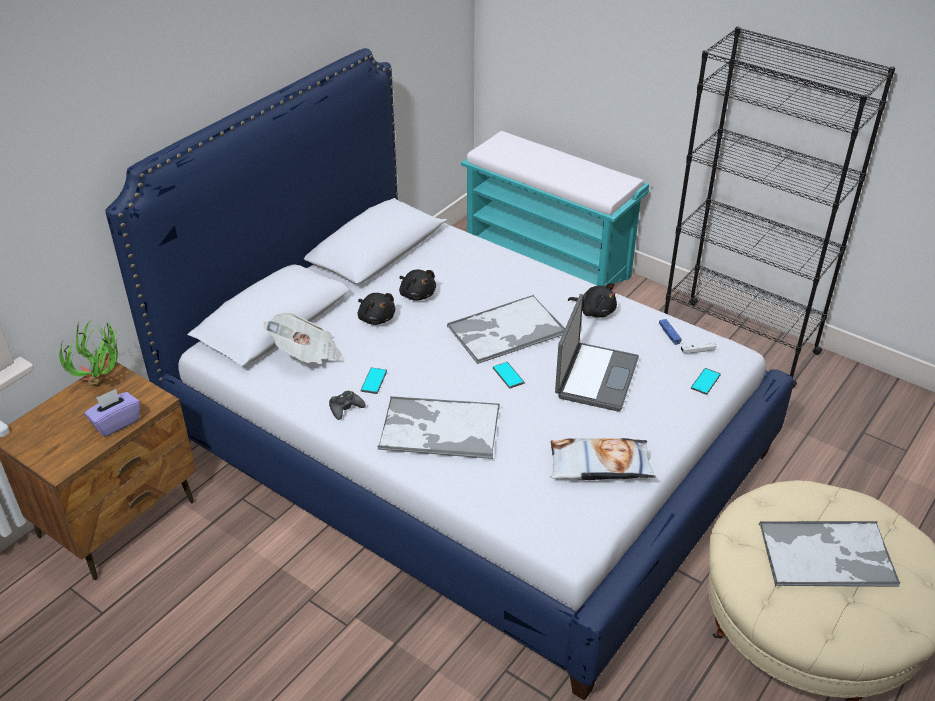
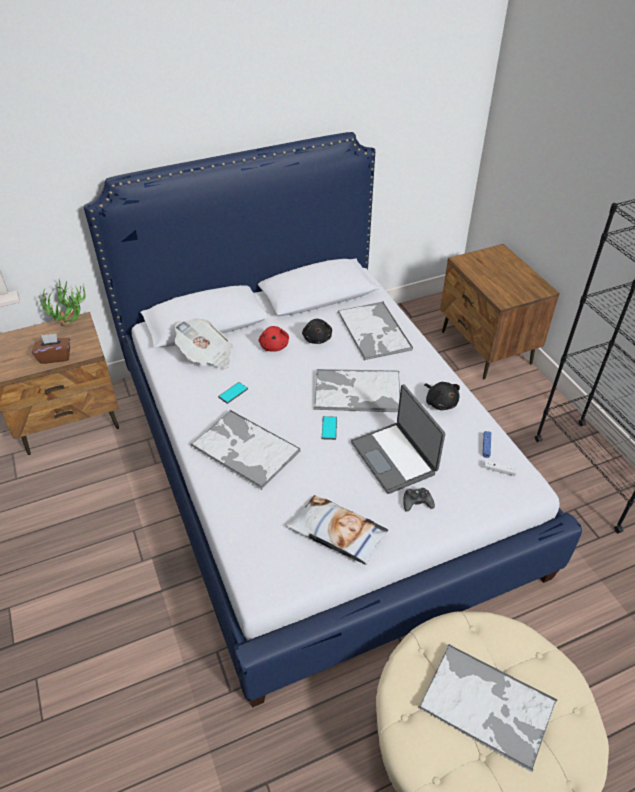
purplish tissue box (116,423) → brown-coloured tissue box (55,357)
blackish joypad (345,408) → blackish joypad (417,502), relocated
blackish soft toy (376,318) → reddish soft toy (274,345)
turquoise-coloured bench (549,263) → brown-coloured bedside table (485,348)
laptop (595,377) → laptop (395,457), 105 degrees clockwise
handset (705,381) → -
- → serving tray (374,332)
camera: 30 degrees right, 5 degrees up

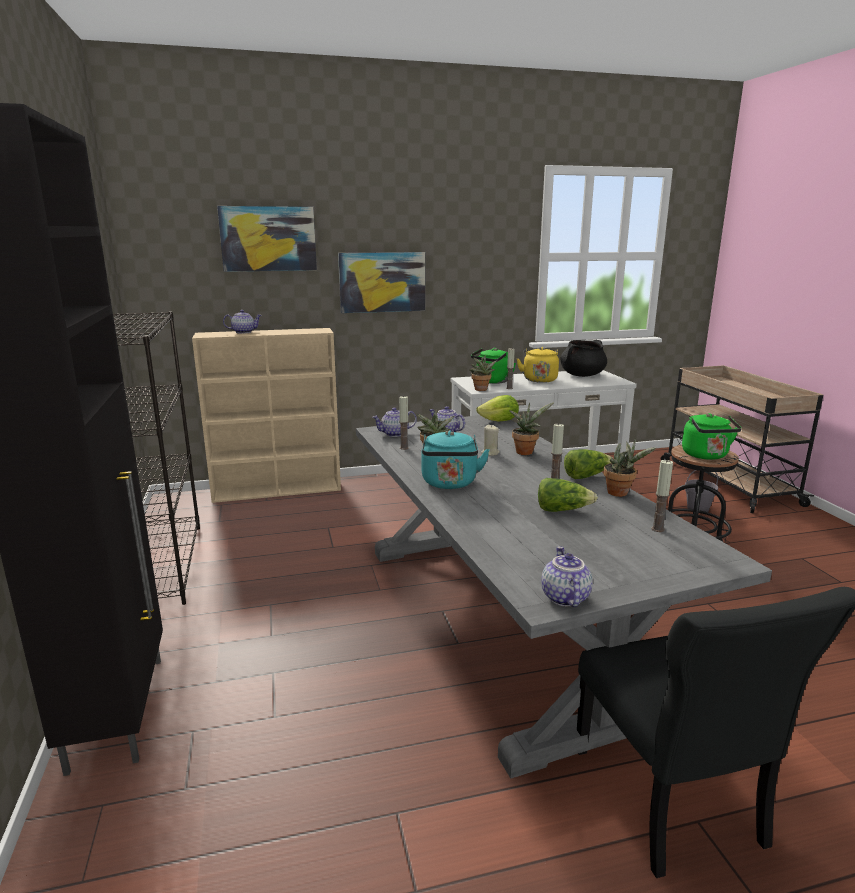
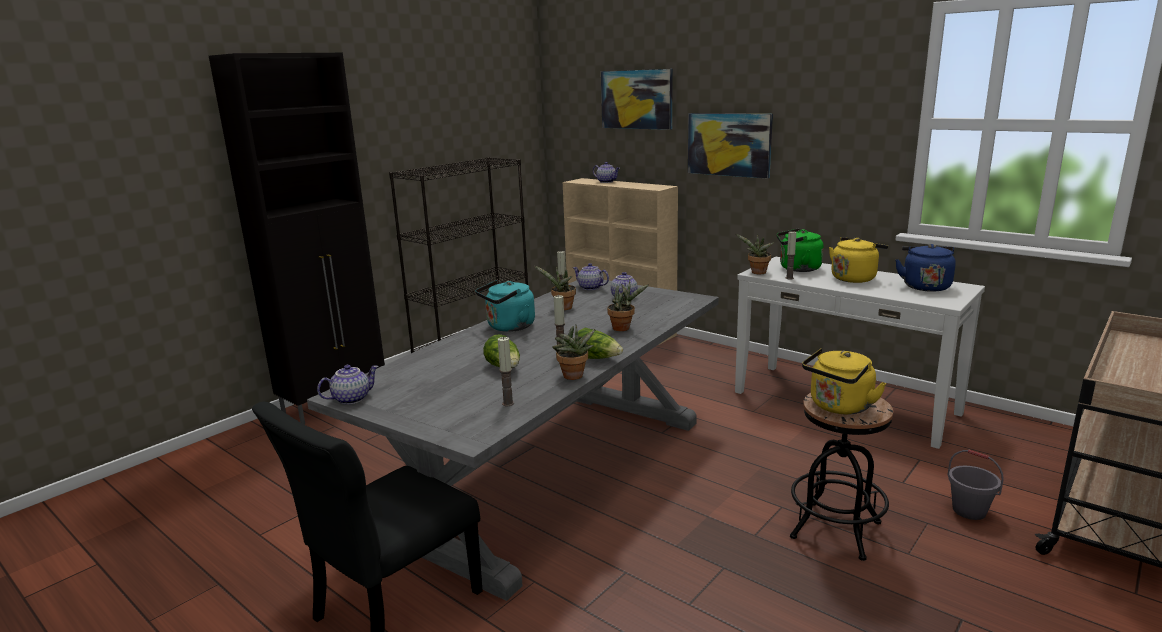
lettuce (499,421) → -
beige-coloured wax candle (490,453) → -
blackish stockpot (582,375) → blue tea kettle (924,286)
green-coloured tea kettle (706,456) → yellowish tea kettle (839,407)
camera: 55 degrees right, 0 degrees up

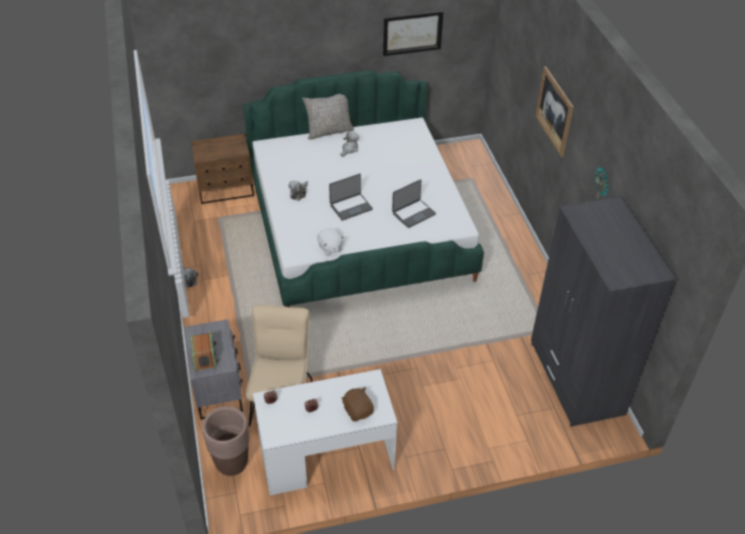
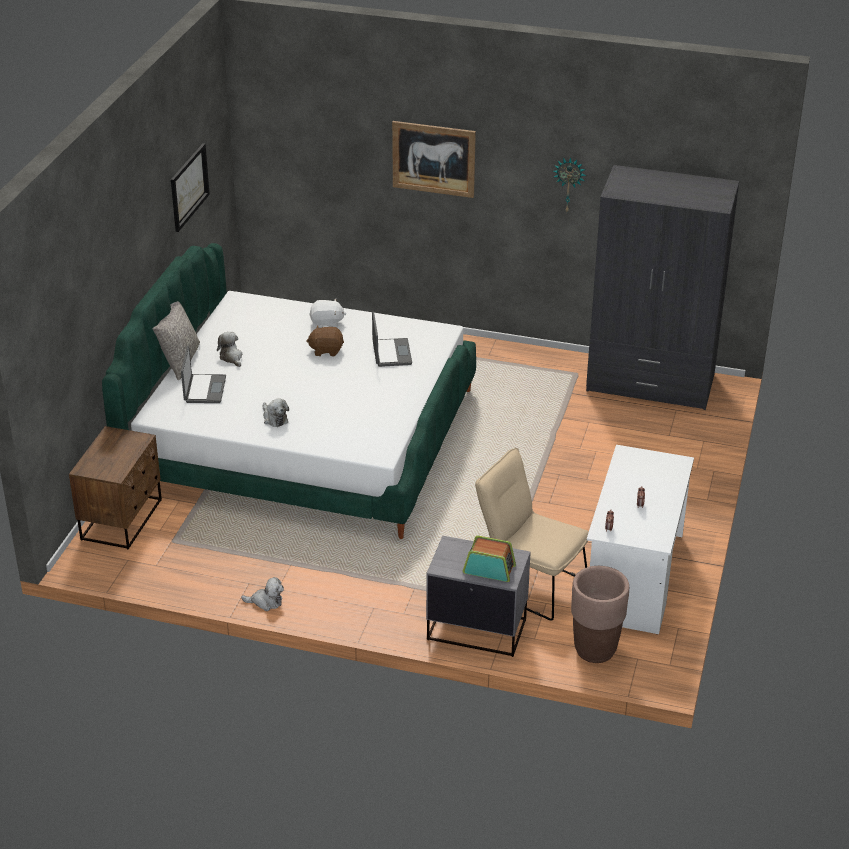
white-coloured soft toy (330,248) → white-coloured soft toy (327,323), relocated
laptop (350,207) → laptop (204,389), relocated
brown-coloured soft toy (358,411) → brown-coloured soft toy (326,350), relocated
camera: 60 degrees left, 10 degrees down

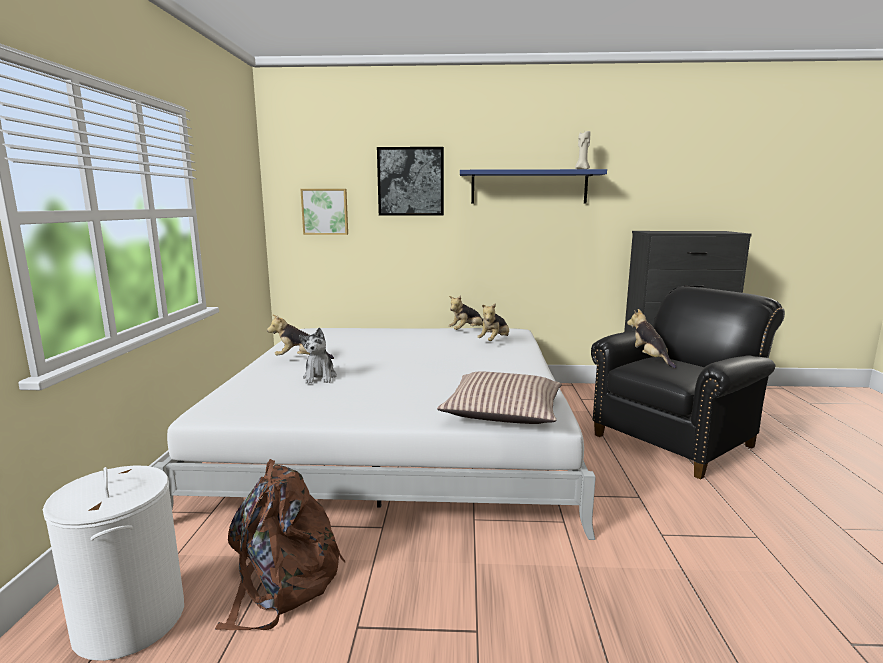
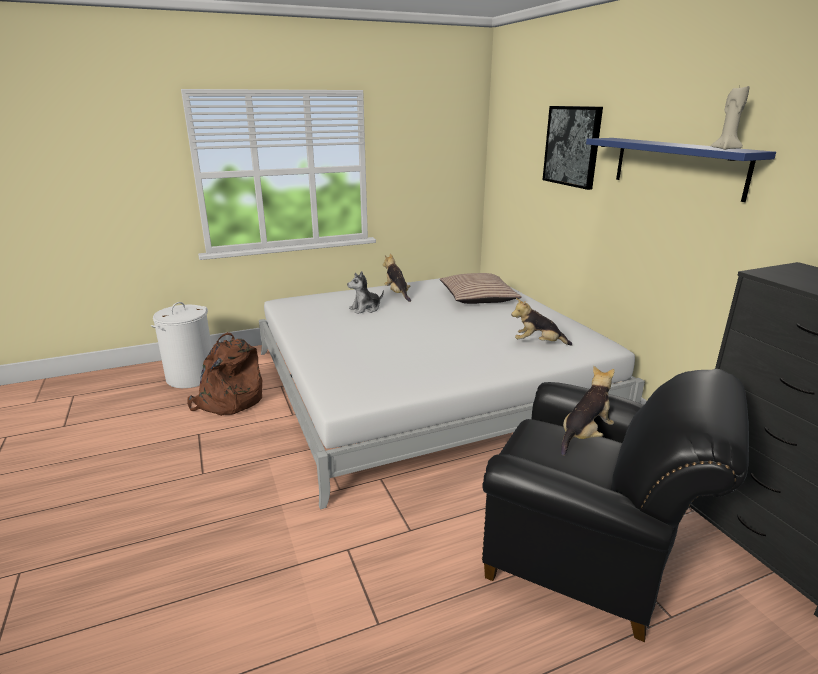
wall picture (325,211) → -
throw pillow (503,411) → throw pillow (478,297), relocated
soft toy (467,331) → -
camera: 65 degrees right, 10 degrees up

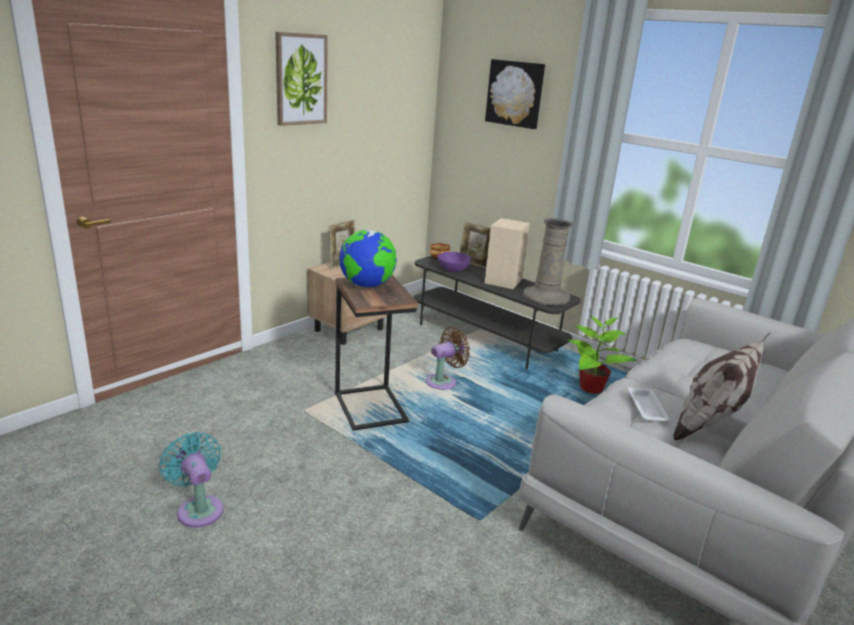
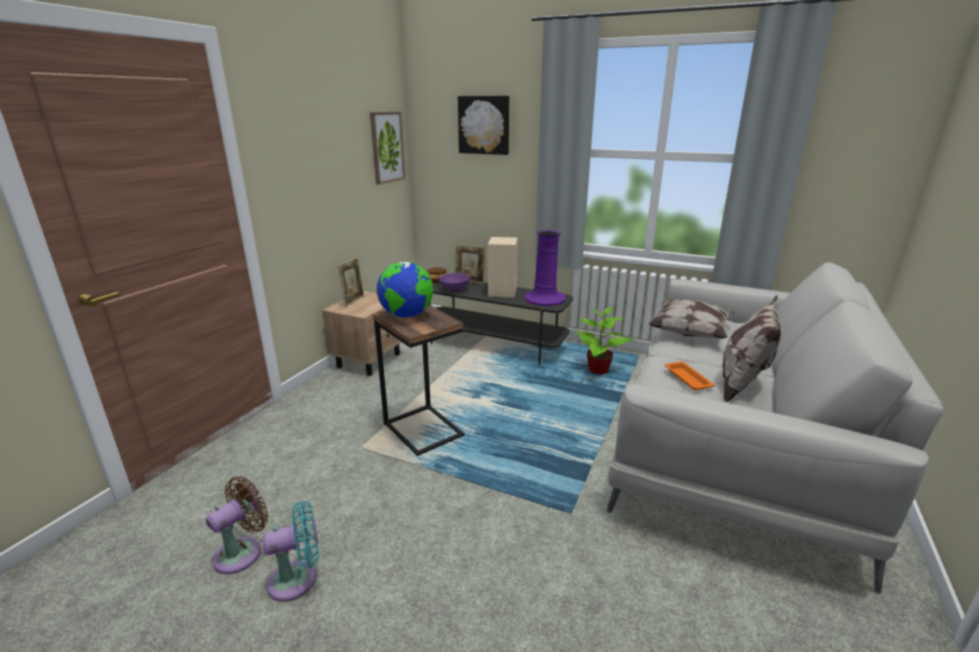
turquoise-coloured electric fan (199,508) → turquoise-coloured electric fan (298,579), 120 degrees clockwise
wall picture (301,79) → wall picture (386,147), relocated
brown-coloured electric fan (443,382) → brown-coloured electric fan (242,552), relocated
beige-coloured decorative vase (545,296) → purplish decorative vase (544,299)
white-coloured serving tray (646,407) → orange serving tray (687,378)
- → throw pillow (690,333)
camera: 15 degrees left, 0 degrees up

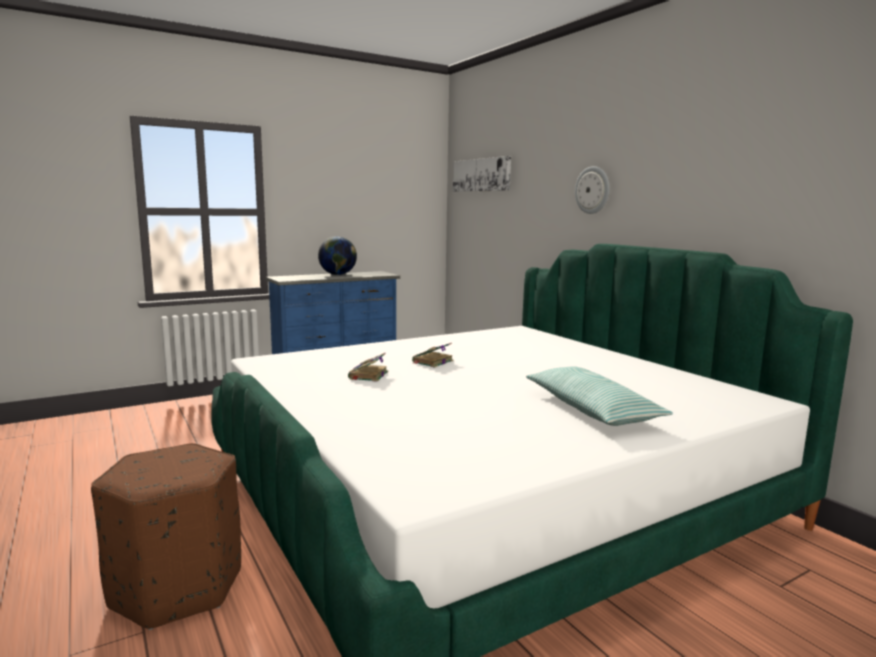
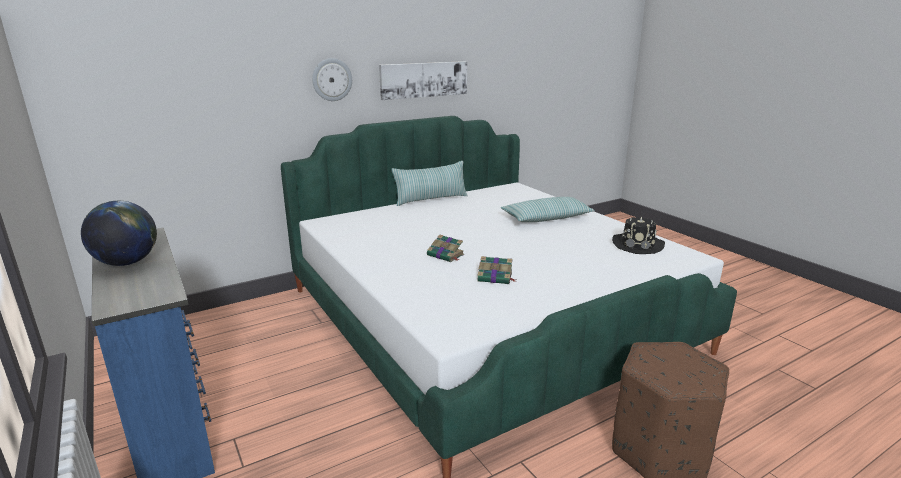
wall picture (481,175) → wall picture (424,79), relocated
- → throw pillow (431,199)
- → blackish hat (637,245)
camera: 90 degrees left, 10 degrees up

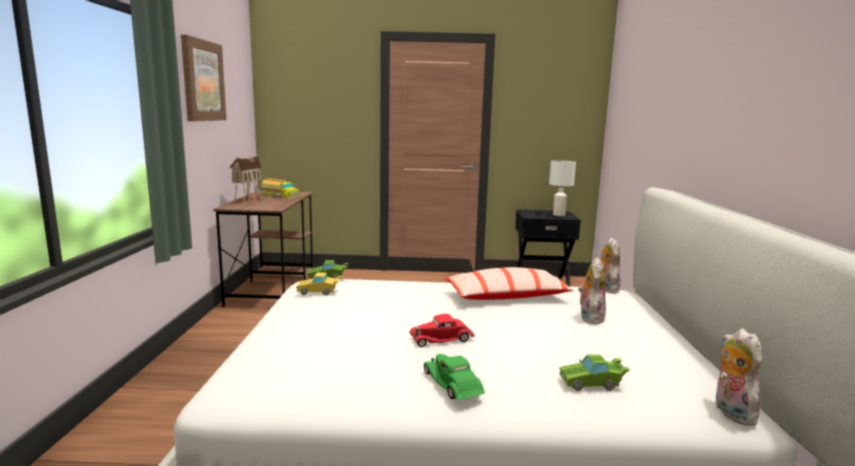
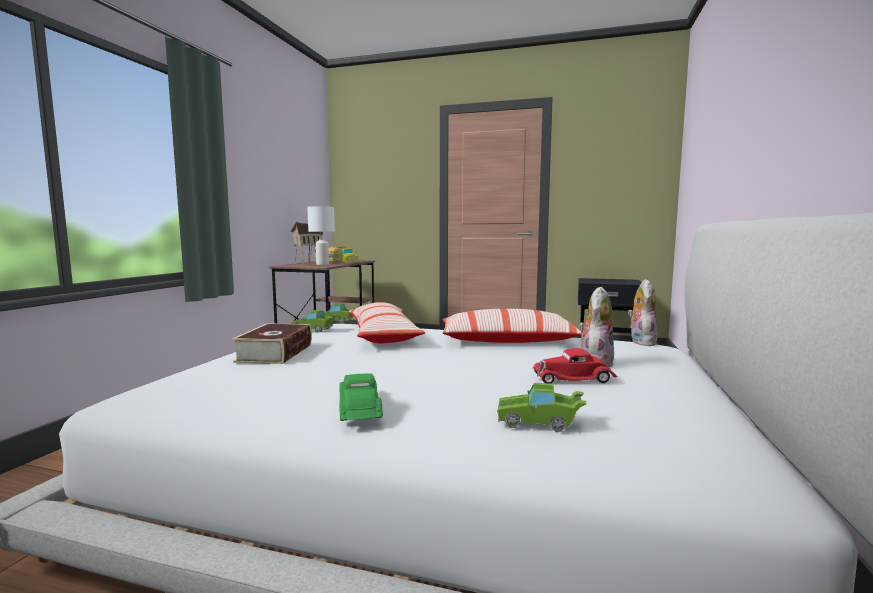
wall picture (202,81) → -
yellowish model car (319,292) → green-coloured model car (315,330)
reddish model car (442,339) → reddish model car (574,378), relocated
white-coloured tabletop lamp (558,215) → white-coloured tabletop lamp (322,264), relocated
soft toy (730,412) → -
- → book (275,353)
- → throw pillow (383,335)
camera: 15 degrees right, 5 degrees down

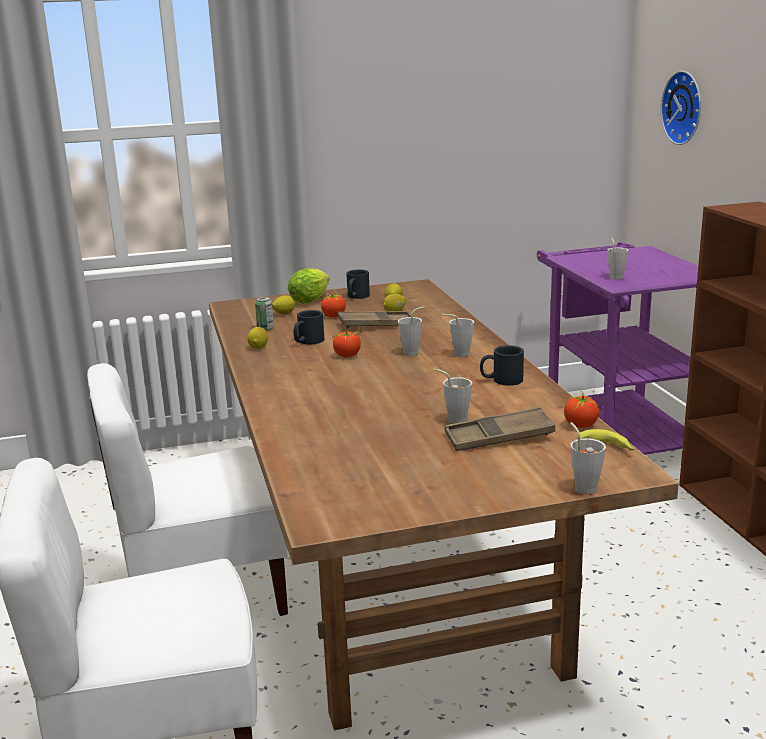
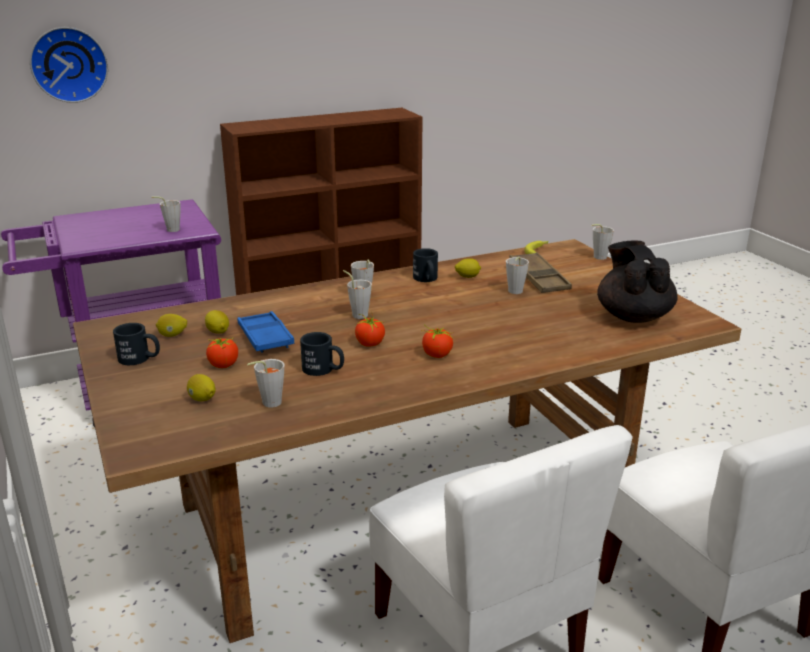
citrus fruit (258,347) → citrus fruit (467,277), relocated
can (265,328) → greyish cup (267,404)
lettuce (312,300) → -
brown-coloured serving tray (377,325) → blue serving tray (265,337)
whole tomato (580,425) → whole tomato (436,355), relocated
- → blackish teapot (633,316)
camera: 100 degrees left, 5 degrees up

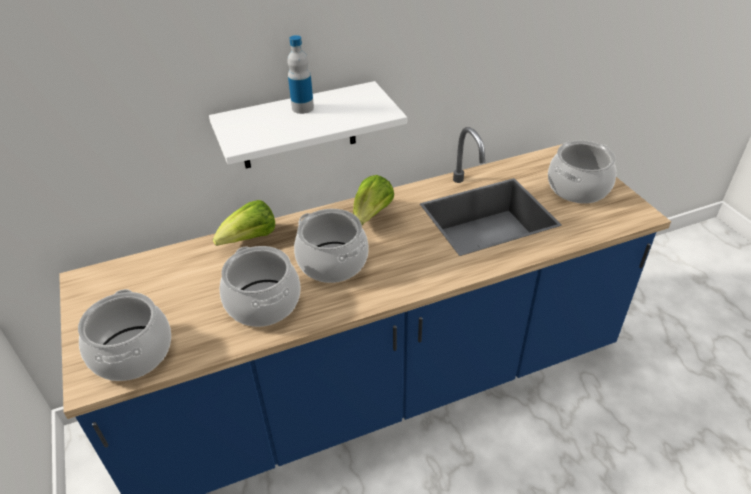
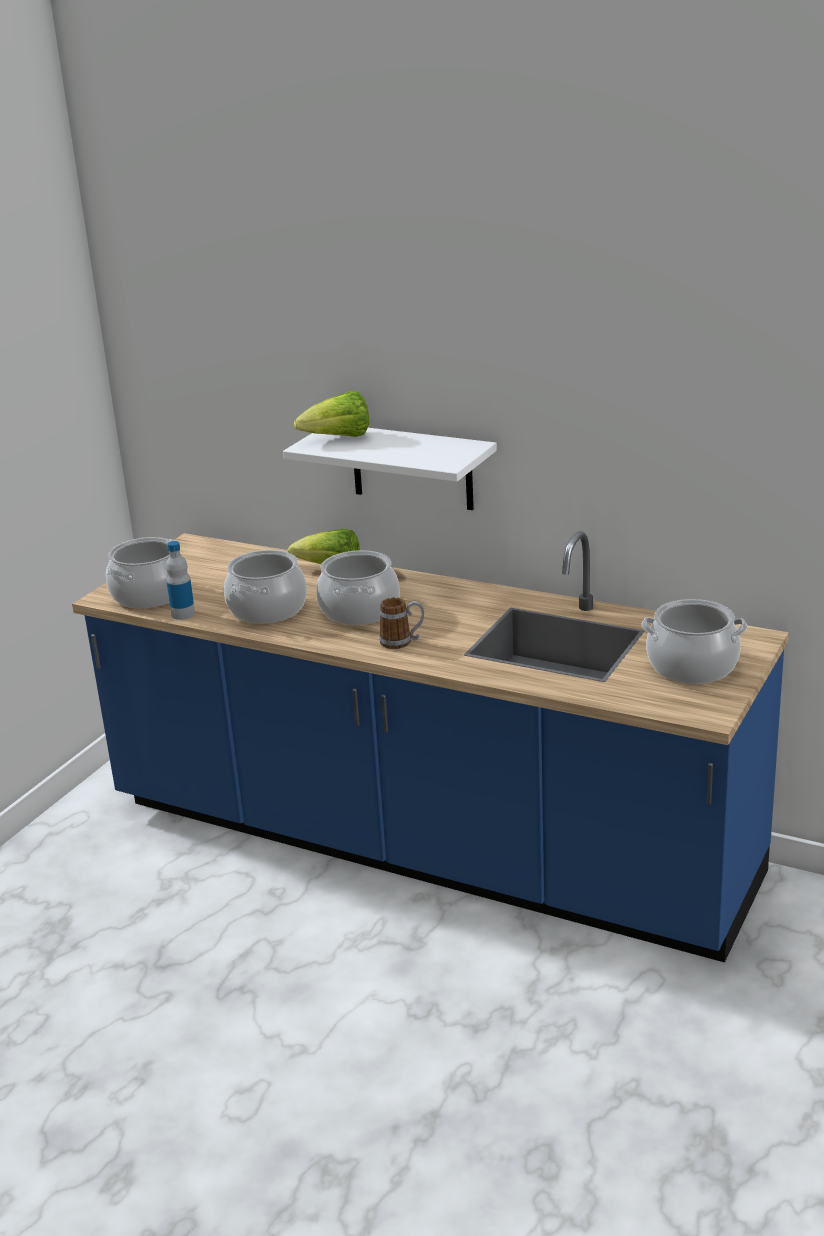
drink bottle (302,108) → drink bottle (183,614), relocated
lettuce (371,215) → lettuce (338,438), relocated
- → coffee mug (402,642)
camera: 50 degrees right, 15 degrees down

